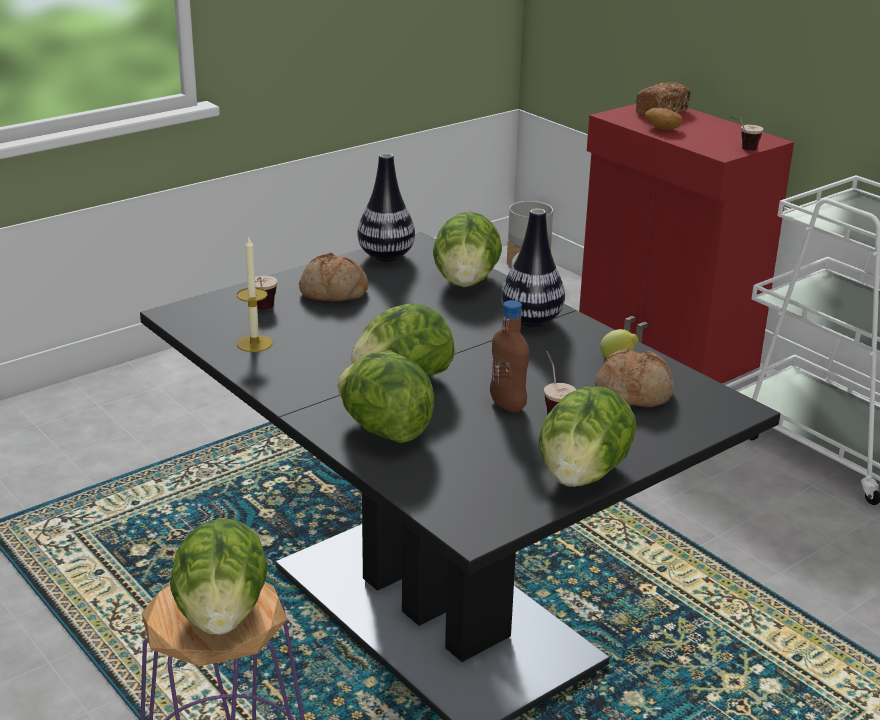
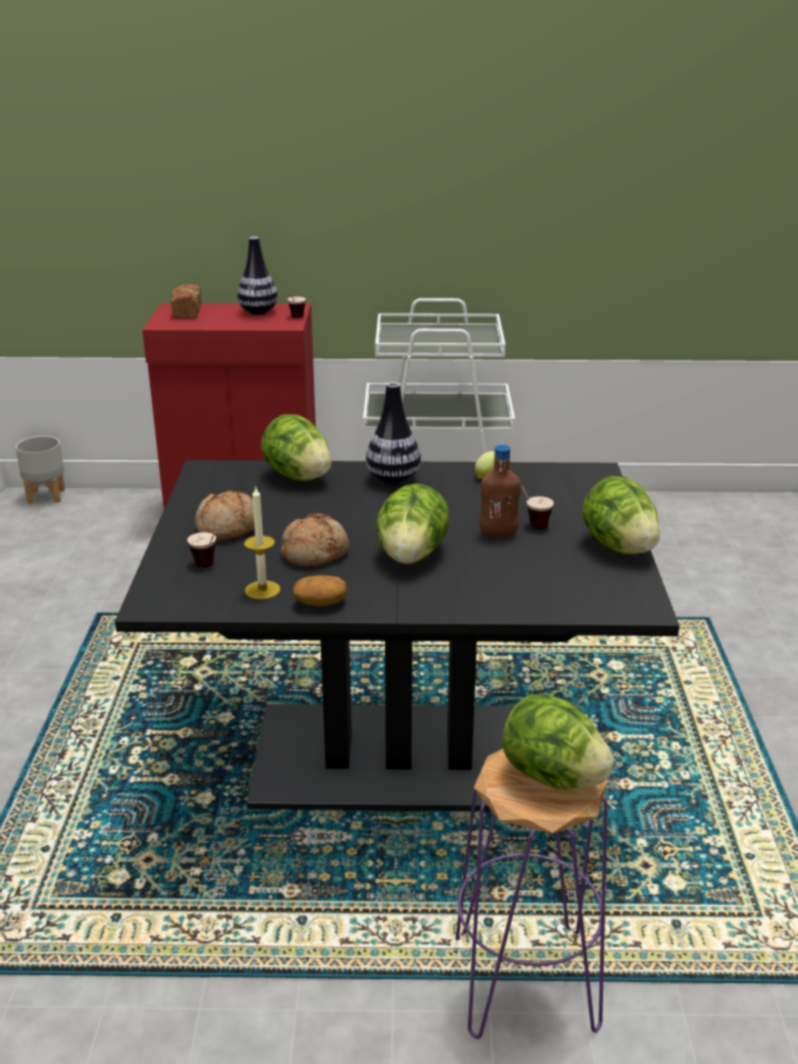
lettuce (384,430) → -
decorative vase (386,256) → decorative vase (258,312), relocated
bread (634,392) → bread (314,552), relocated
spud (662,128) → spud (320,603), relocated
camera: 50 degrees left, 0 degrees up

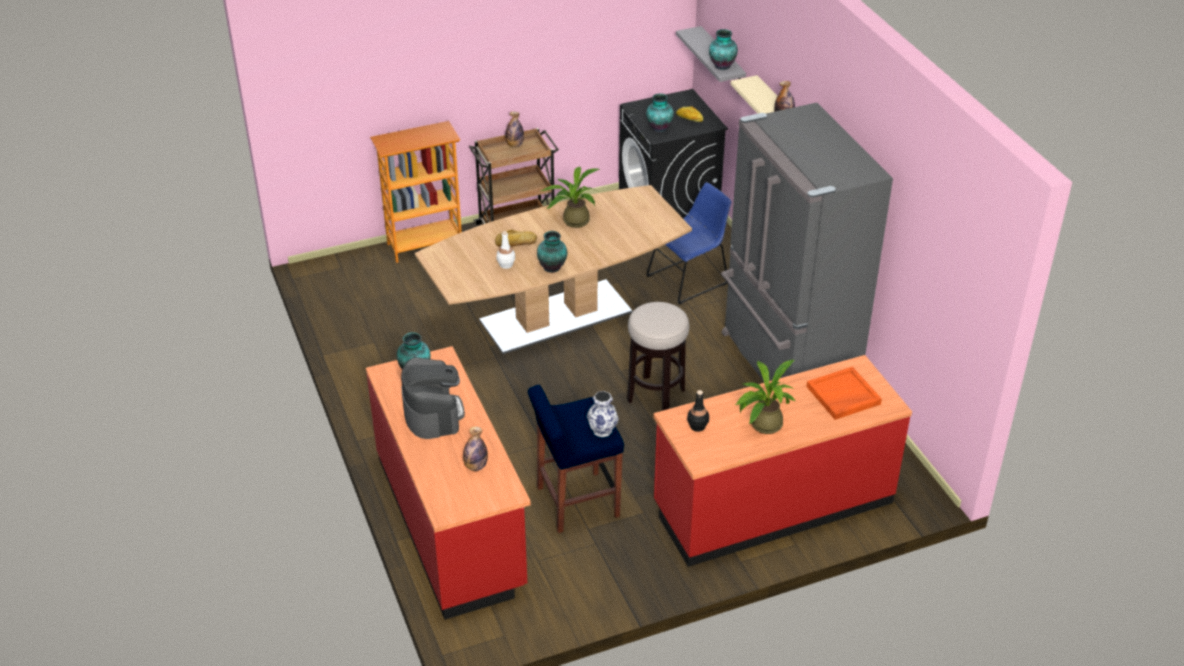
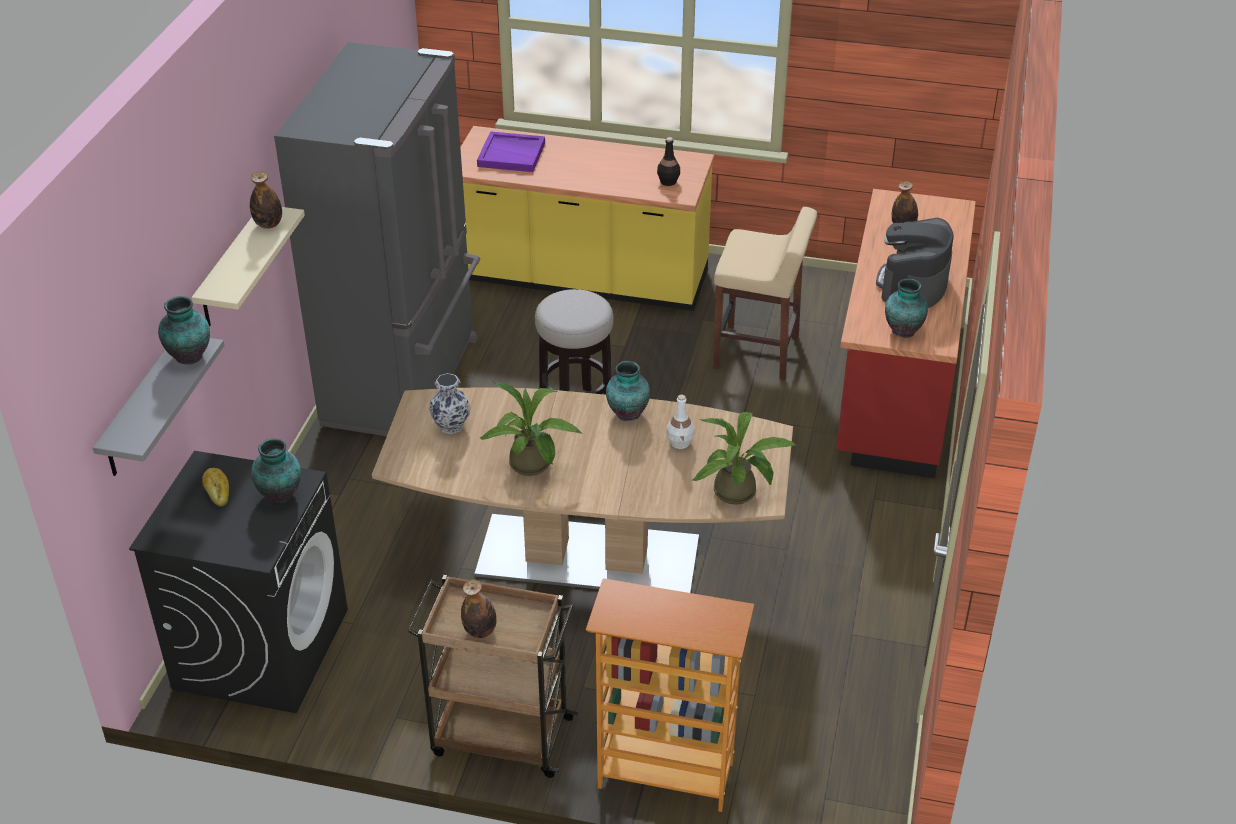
bread (516,243) → -
blue stool seat (576,502) → beige-coloured stool seat (758,353)
decorative vase (603,430) → decorative vase (450,425), relocated
blue upright chair (690,278) → -
reddish kitchen counter (772,504) → yellowish kitchen counter (582,279)
potted plant (762,425) → potted plant (740,493), relocated
orange serving tray (843,396) → purplish serving tray (512,154)
camera: 145 degrees left, 0 degrees up

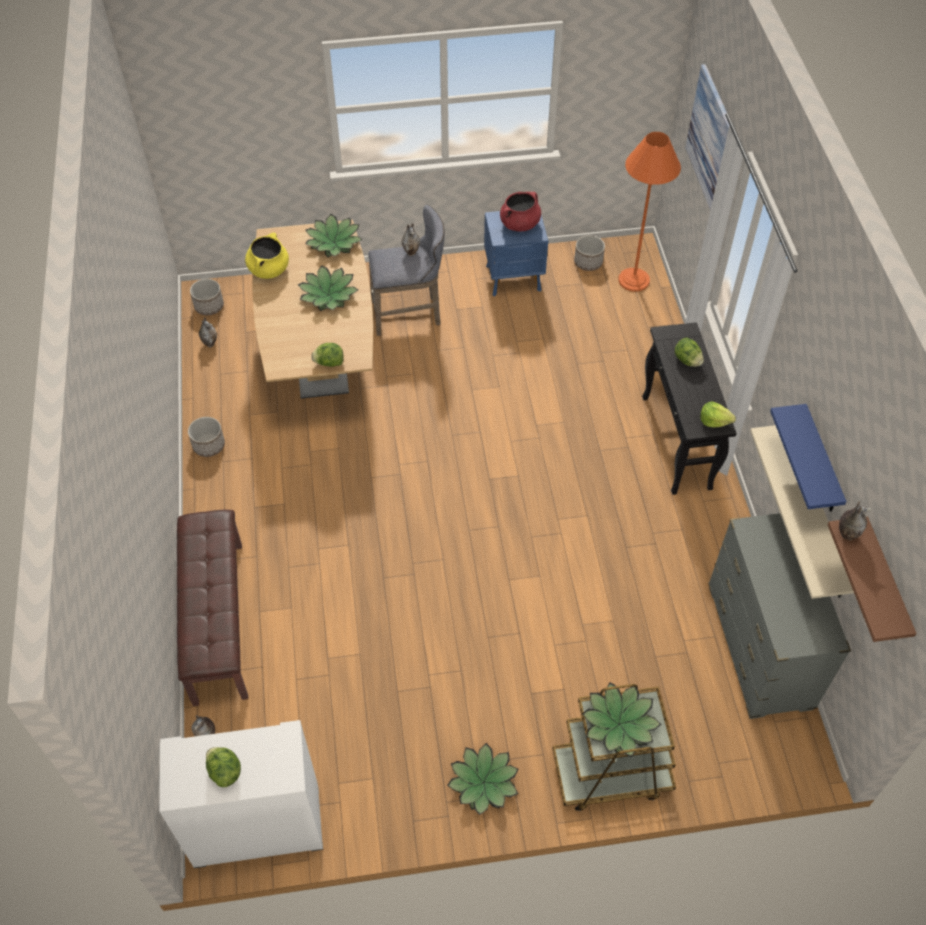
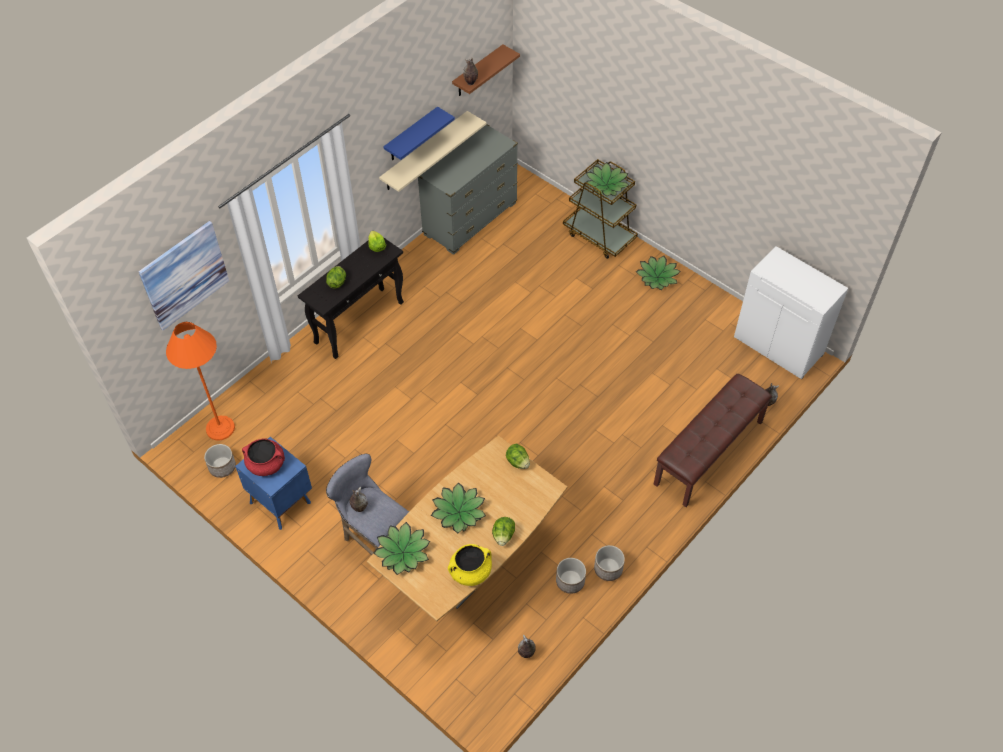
flower pot (209,306) → flower pot (570,581), relocated
lettuce (224,771) → lettuce (503,535), relocated
camera: 130 degrees left, 0 degrees up

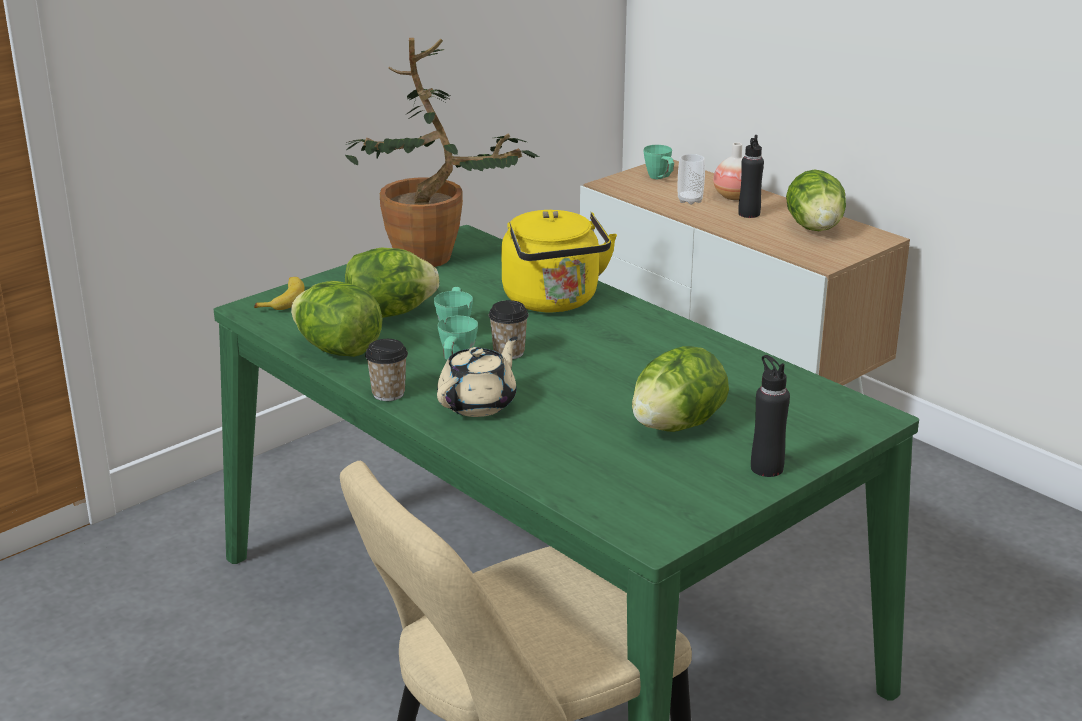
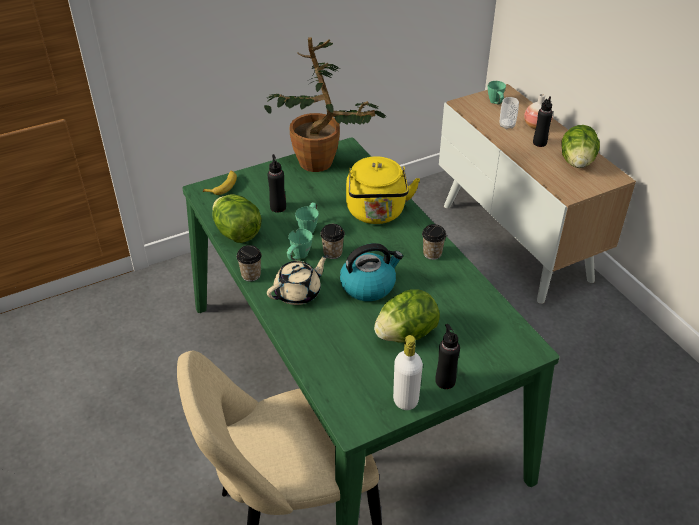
lettuce (390,313) → blackish drink bottle (278,207)
- → tea kettle (368,285)
- → white-coloured drink bottle (405,400)
- → cup (432,253)
camera: 15 degrees right, 15 degrees up

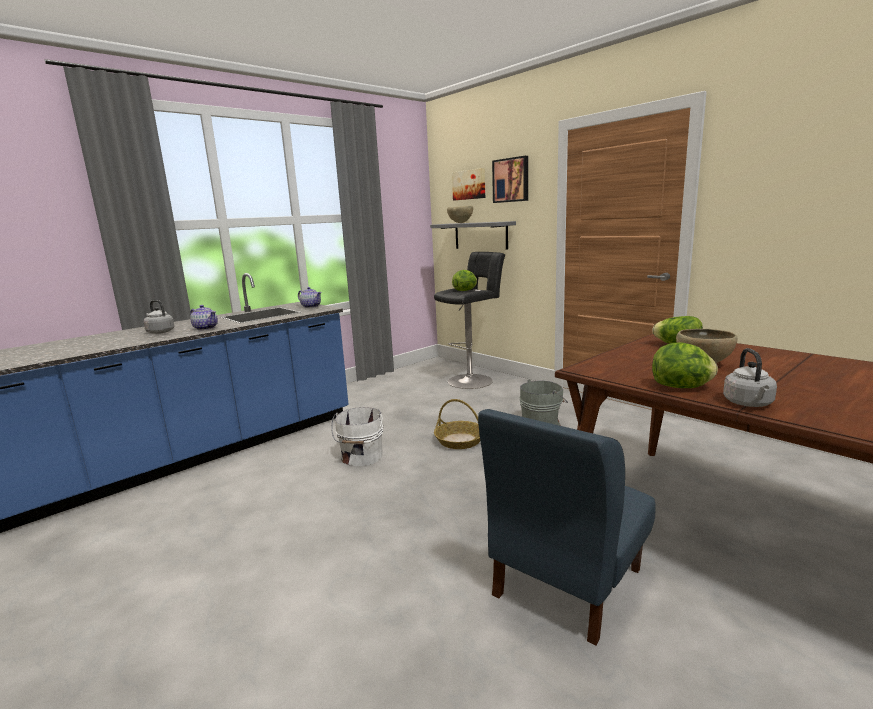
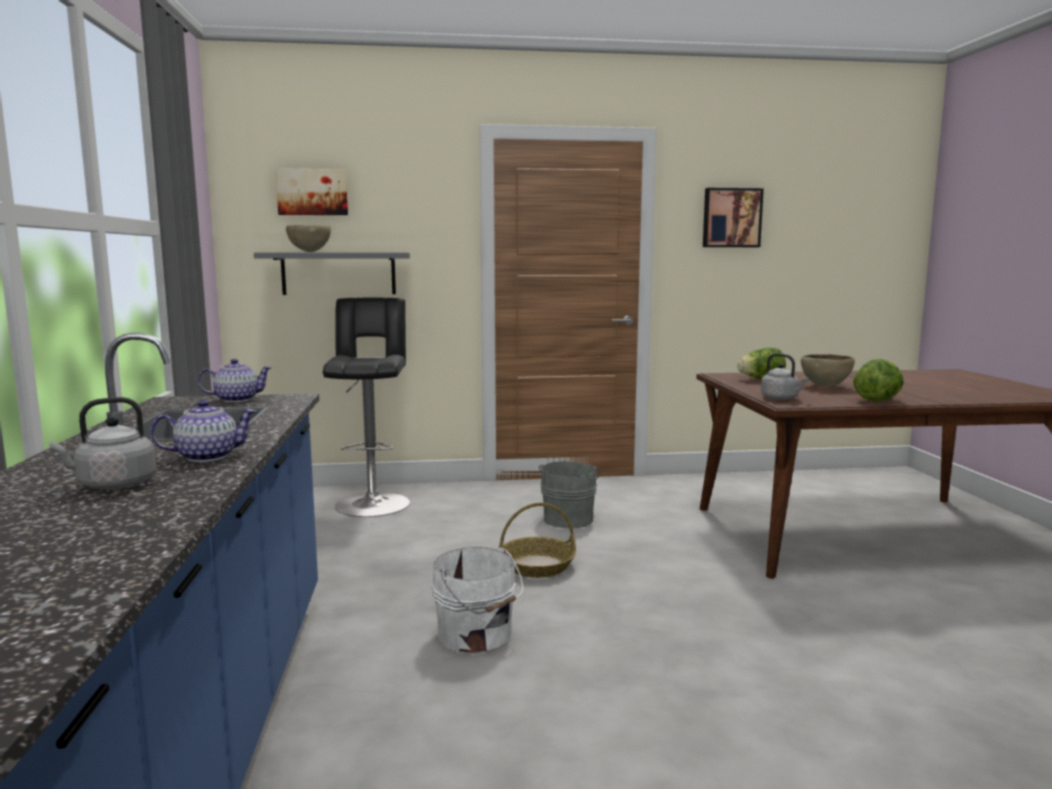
lettuce (465,290) → -
blue upright chair (566,582) → -
wall picture (511,180) → wall picture (731,218), relocated
greyish tea kettle (749,404) → greyish tea kettle (781,398), relocated
camera: 55 degrees left, 5 degrees down

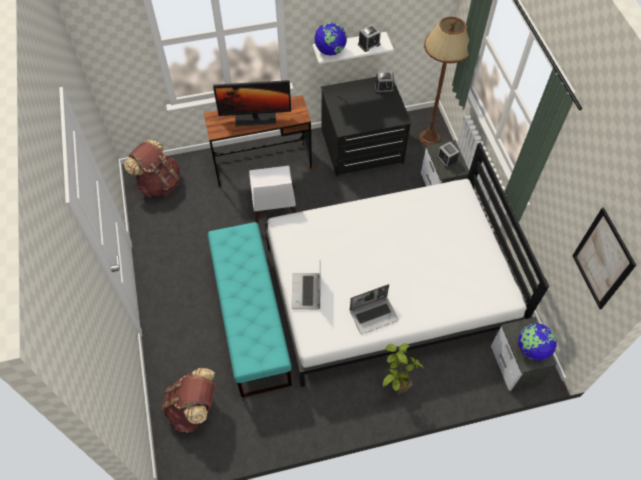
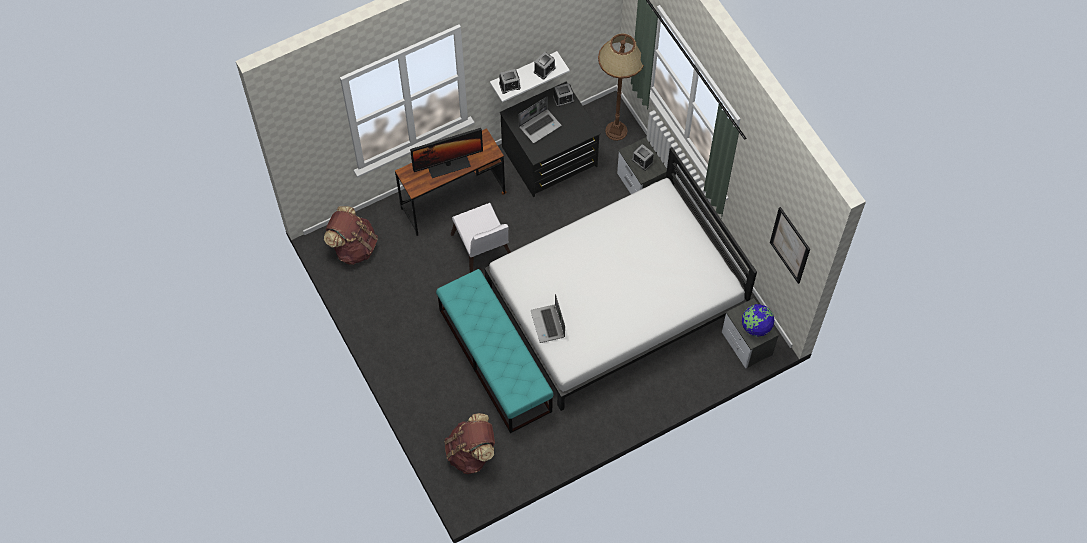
globe (330,51) → alarm clock (509,86)
laptop (374,315) → laptop (540,126), relocated
potted plant (394,388) → -
camera: 15 degrees left, 5 degrees up

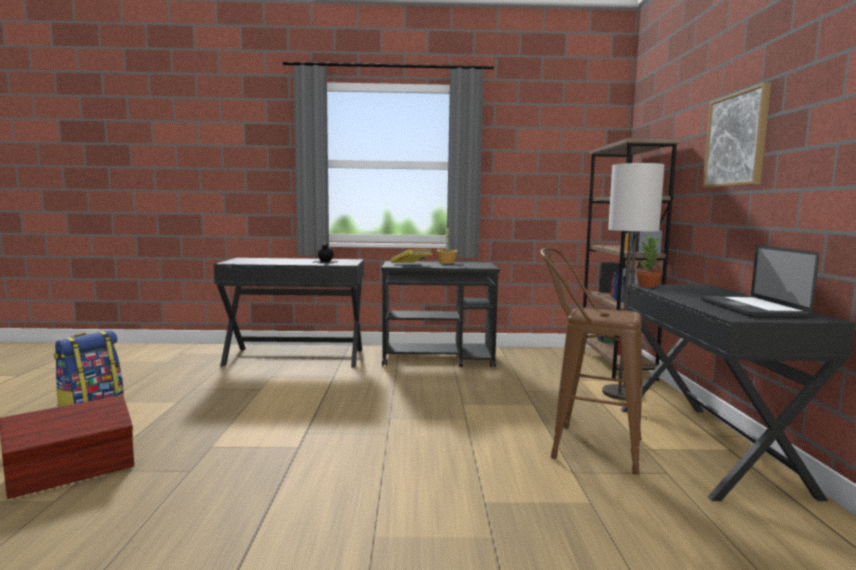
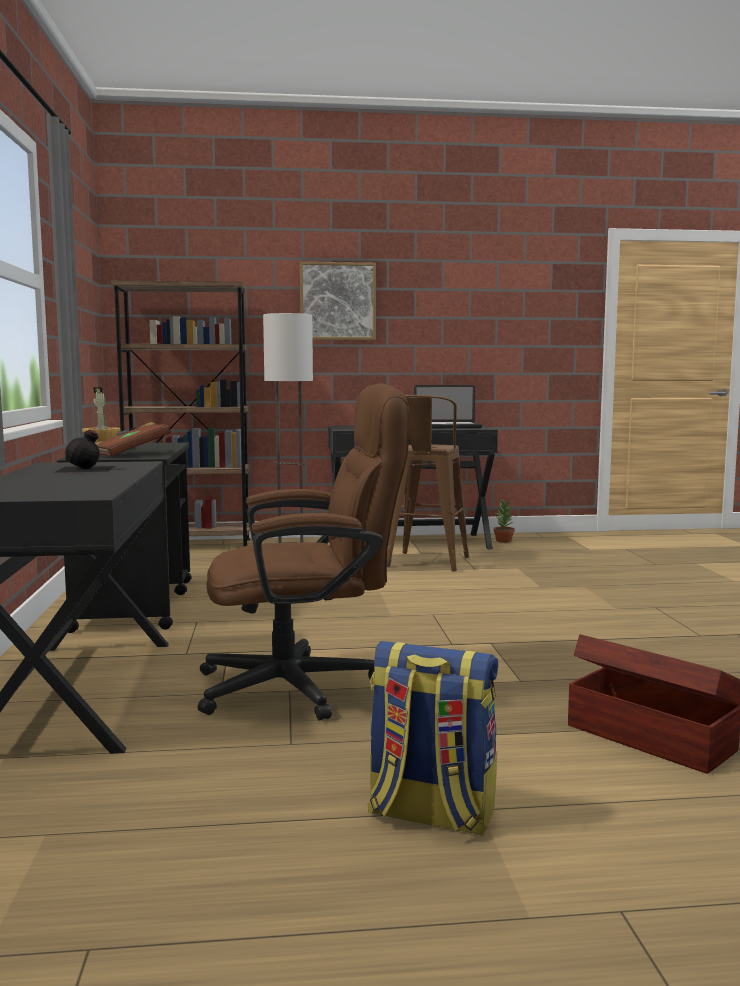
yellowish book (411,264) → brown-coloured book (131,454)
potted plant (648,286) → potted plant (503,541), relocated
- → brown-coloured desk chair (306,686)
camera: 95 degrees left, 0 degrees up

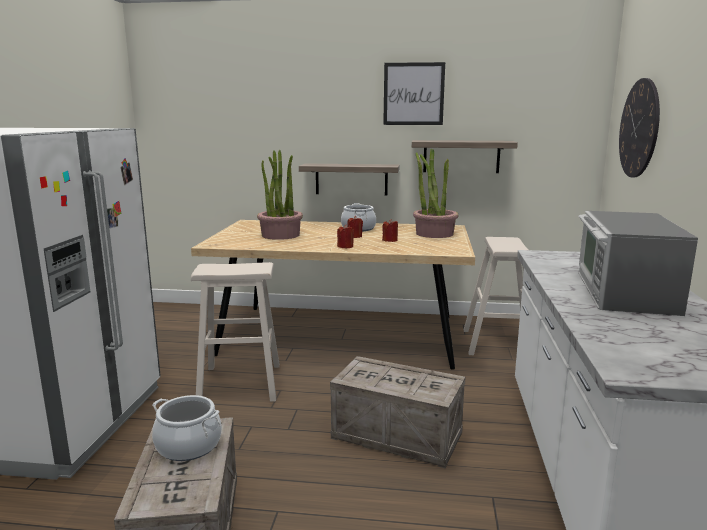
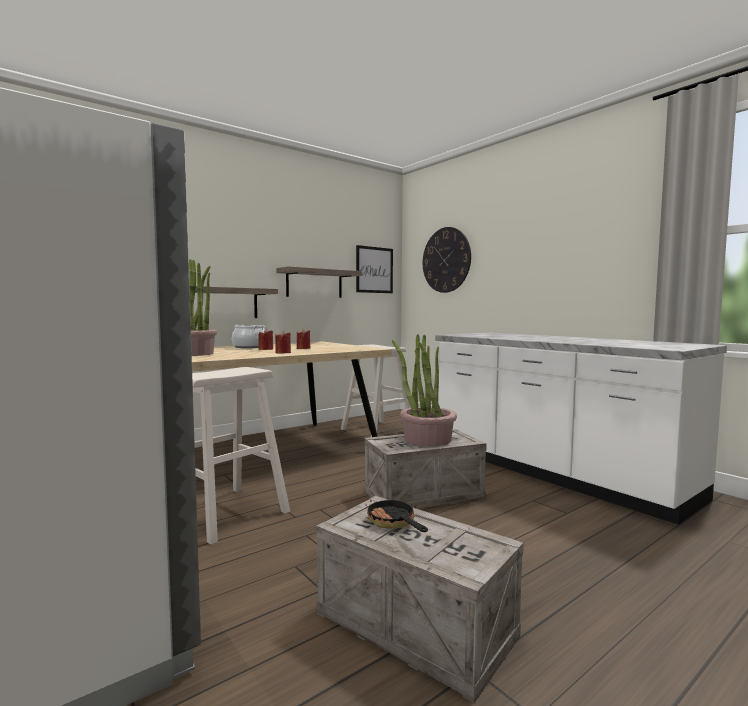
stockpot (188,446) → frying pan (394,523)
wall picture (413,94) → wall picture (374,270), relocated
potted plant (434,233) → potted plant (427,439), relocated
microwave oven (622,292) → -
camera: 45 degrees left, 10 degrees down

